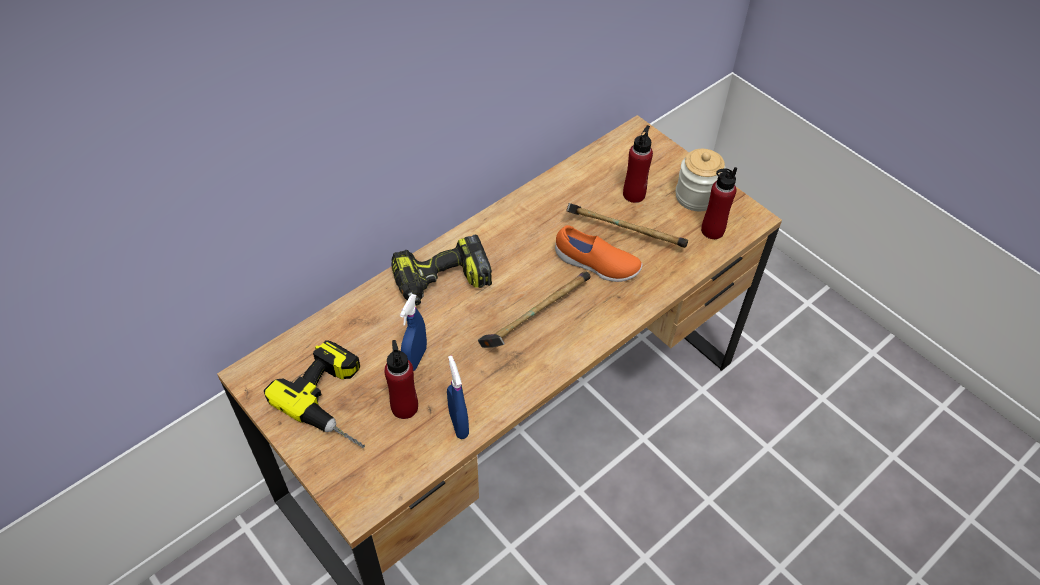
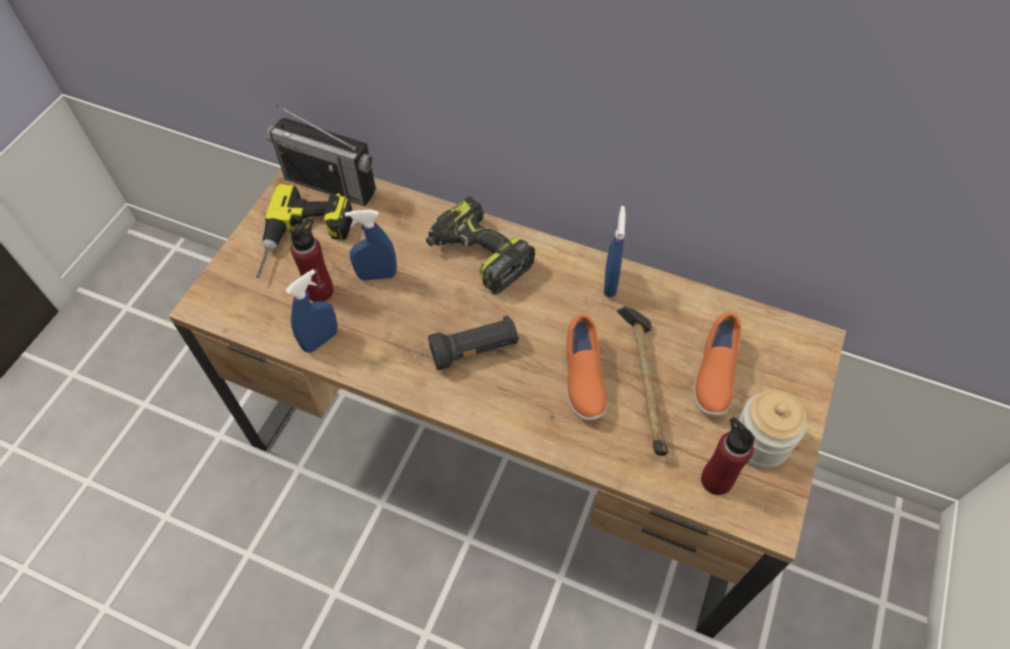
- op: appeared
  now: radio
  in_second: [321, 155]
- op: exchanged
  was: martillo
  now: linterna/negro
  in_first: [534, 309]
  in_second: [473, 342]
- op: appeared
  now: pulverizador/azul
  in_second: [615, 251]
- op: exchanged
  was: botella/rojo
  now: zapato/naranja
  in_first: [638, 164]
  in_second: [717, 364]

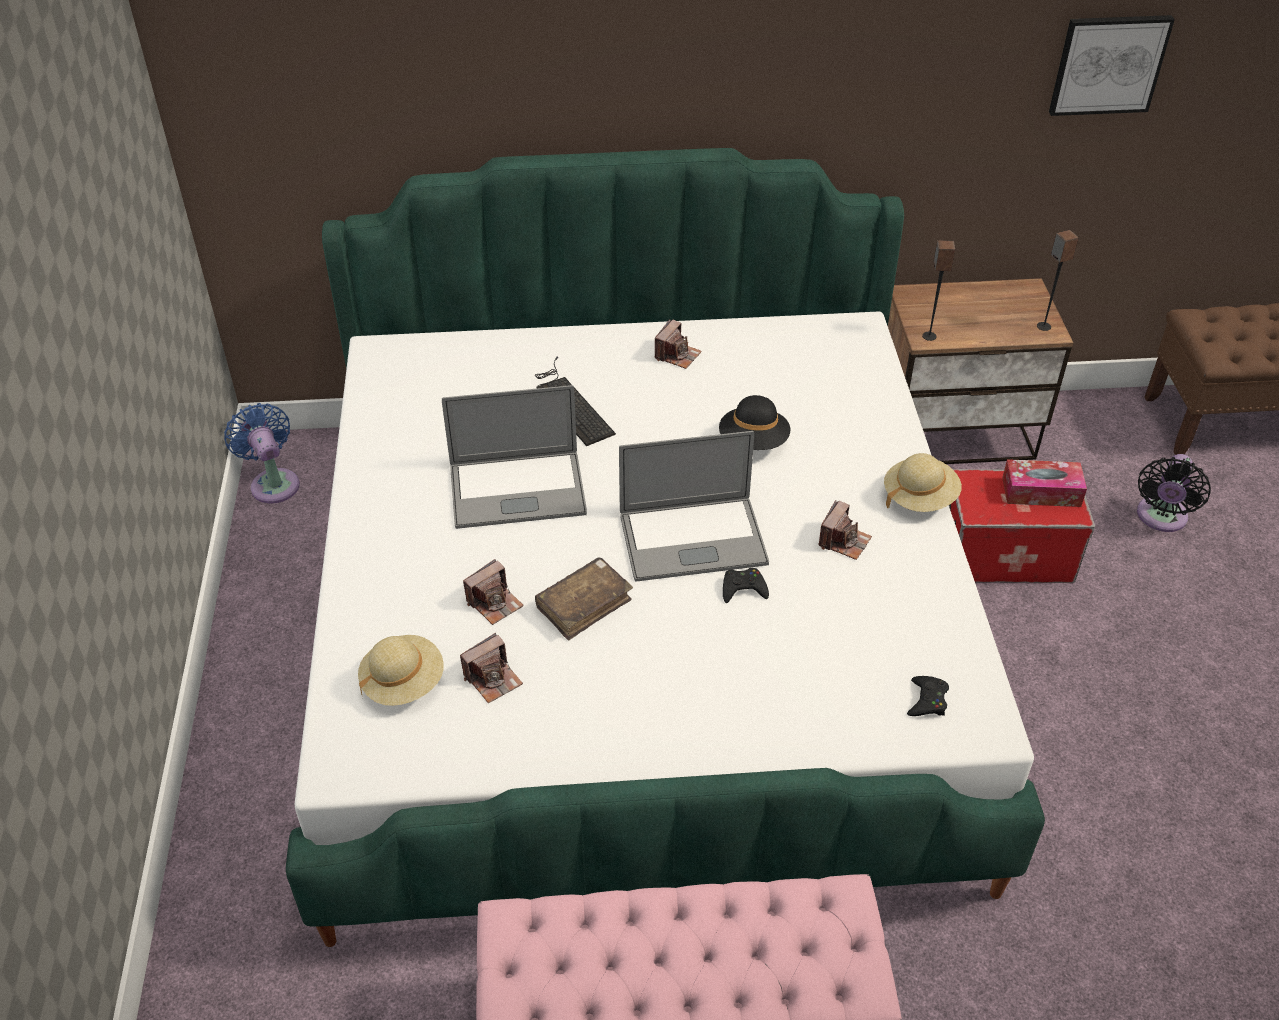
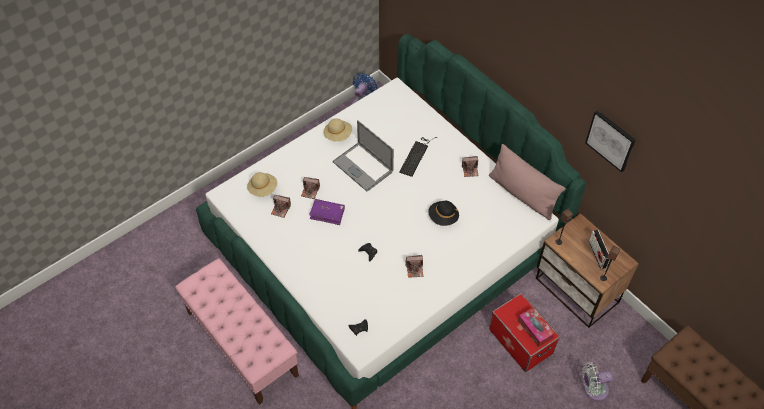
- op: colour
  was: libro/marrón
  now: libro/morado
  in_first: [584, 598]
  in_second: [327, 212]
- op: relocated
  was: sombrero/beis
  in_first: [923, 482]
  in_second: [338, 130]
- op: appeared
  now: cojín/rosa
  in_second: [527, 182]
- op: colour
  was: ventilador/negro
  now: ventilador/blanco
  in_first: [1174, 493]
  in_second: [597, 381]
- op: relocated
  was: cuadro
  in_first: [1112, 65]
  in_second: [610, 141]
- op: appeared
  now: radio
  in_second: [599, 249]
- op: missing
  was: portátil
  in_first: [694, 506]

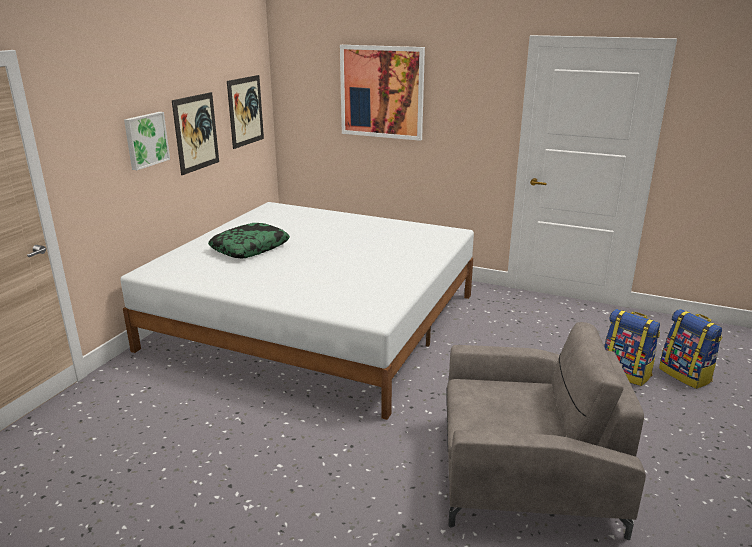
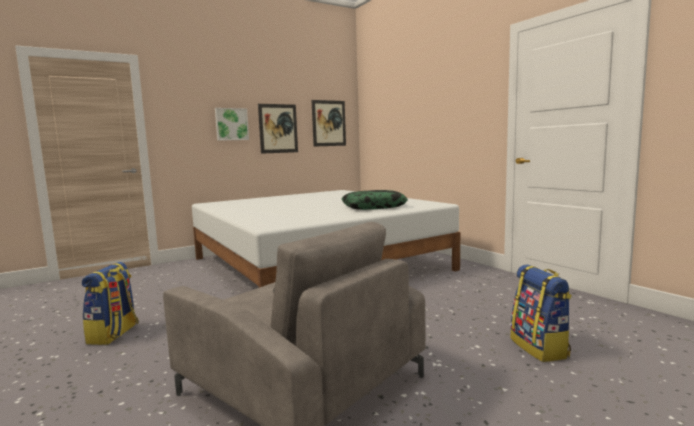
- op: relocated
  was: mochila
  in_first: [690, 349]
  in_second: [110, 303]
- op: relocated
  was: cojín
  in_first: [249, 241]
  in_second: [375, 200]
- op: missing
  was: cuadro
  in_first: [382, 93]

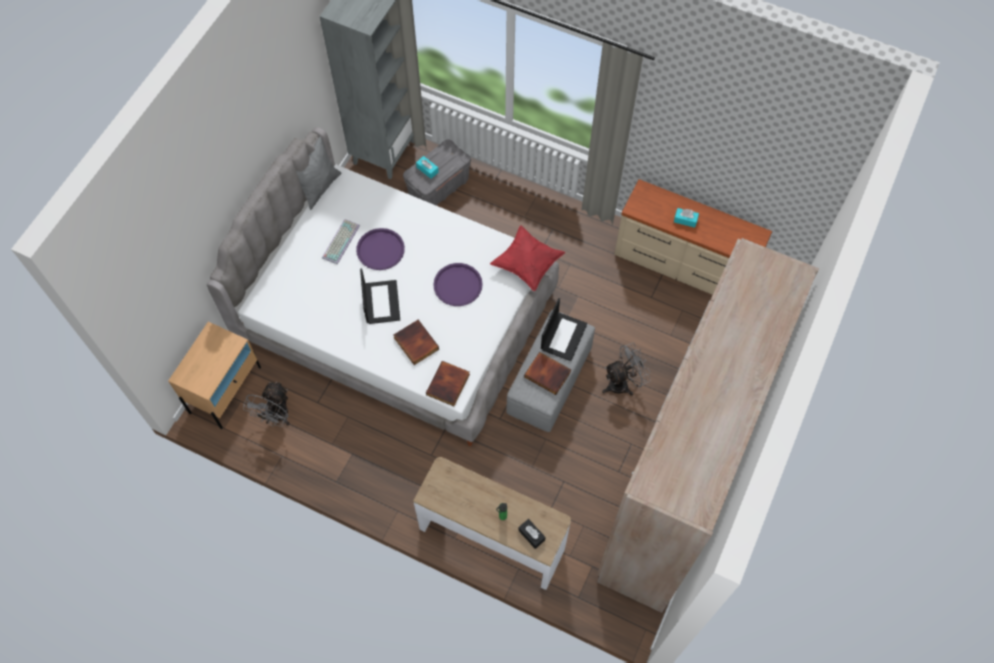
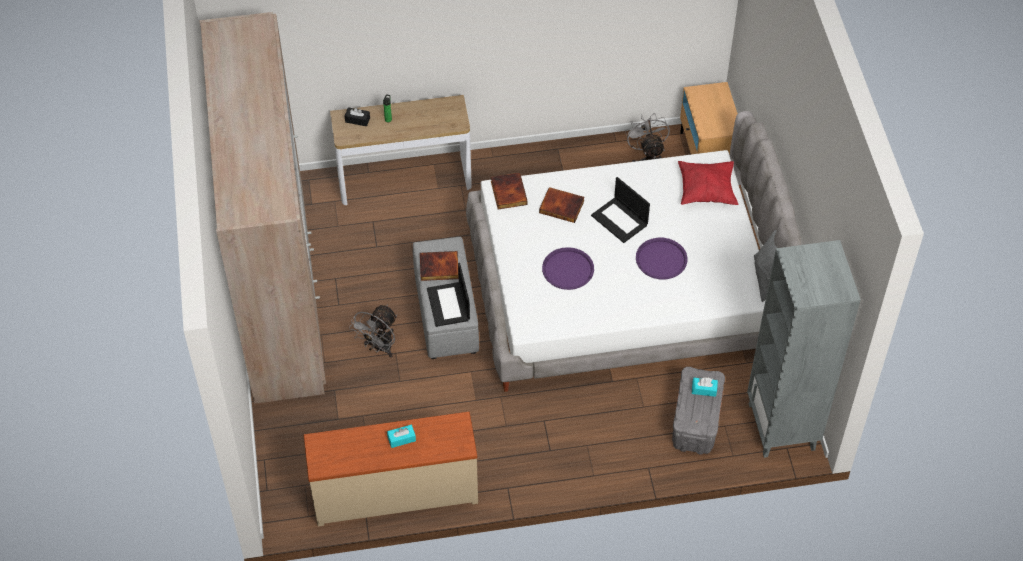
- op: relocated
  was: cojín/rojo
  in_first: [527, 258]
  in_second: [708, 183]
- op: missing
  was: teclado
  in_first: [341, 241]

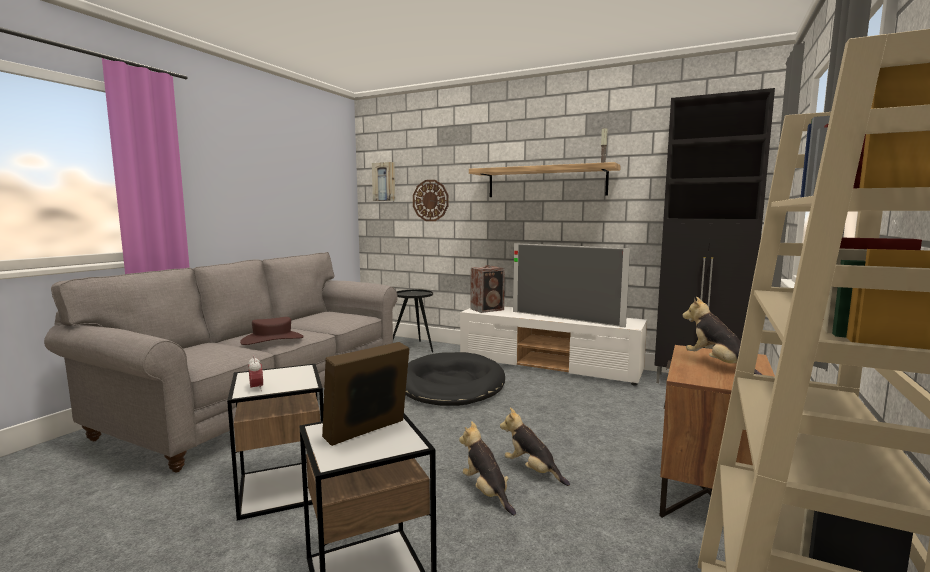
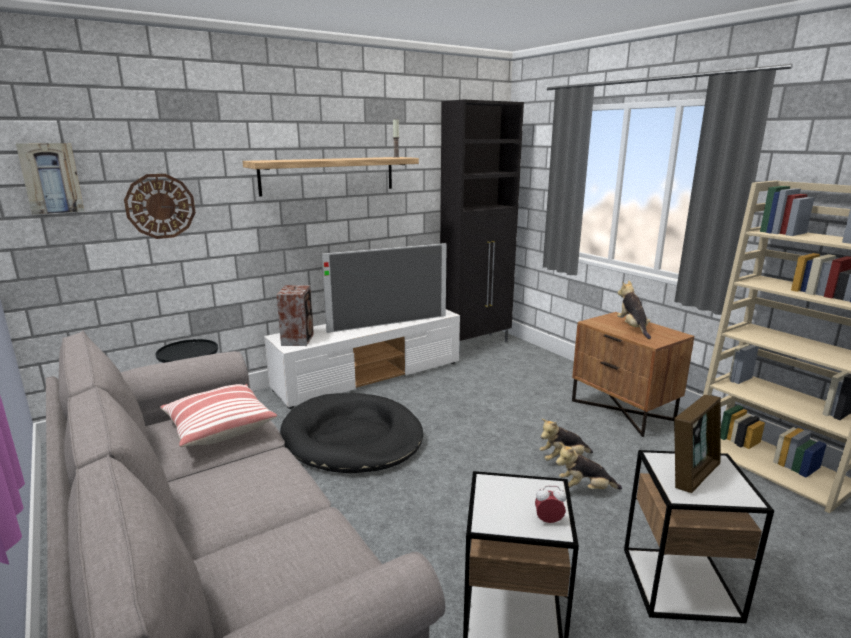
- op: appeared
  now: cojín
  in_second: [218, 415]
- op: spun
  was: peluche
  in_first: [722, 336]
  in_second: [634, 309]
  clockwise: 75
- op: spun
  was: portarretratos
  in_first: [365, 394]
  in_second: [697, 444]
  clockwise: -120
- op: missing
  was: sombrero/marrón
  in_first: [272, 331]

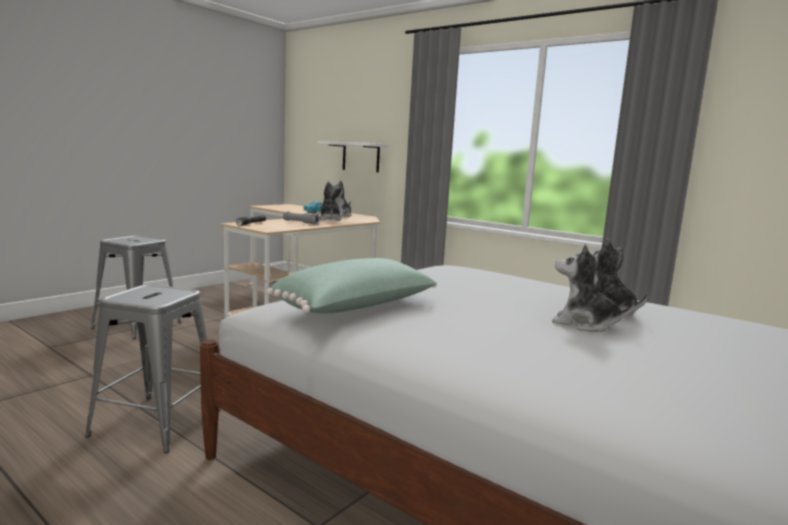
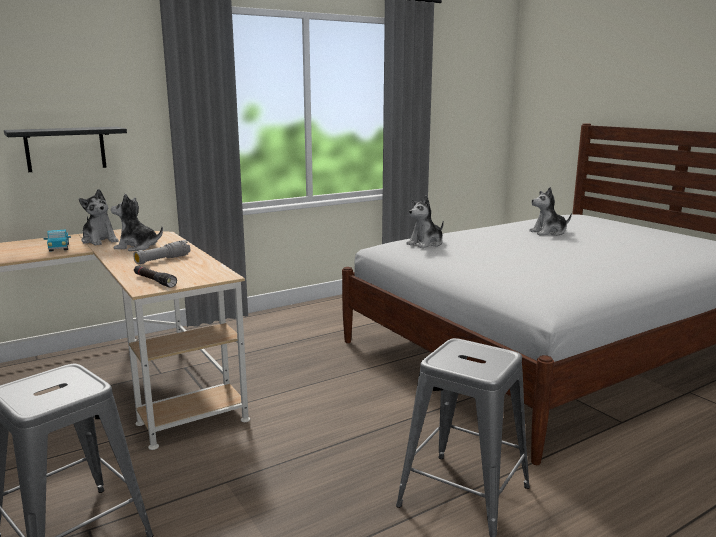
- op: colour
  was: estante/blanco
  now: estante/negro
  in_first: [353, 156]
  in_second: [65, 149]
- op: relocated
  was: peluche
  in_first: [593, 288]
  in_second: [425, 222]
- op: missing
  was: cojín/verde
  in_first: [351, 286]

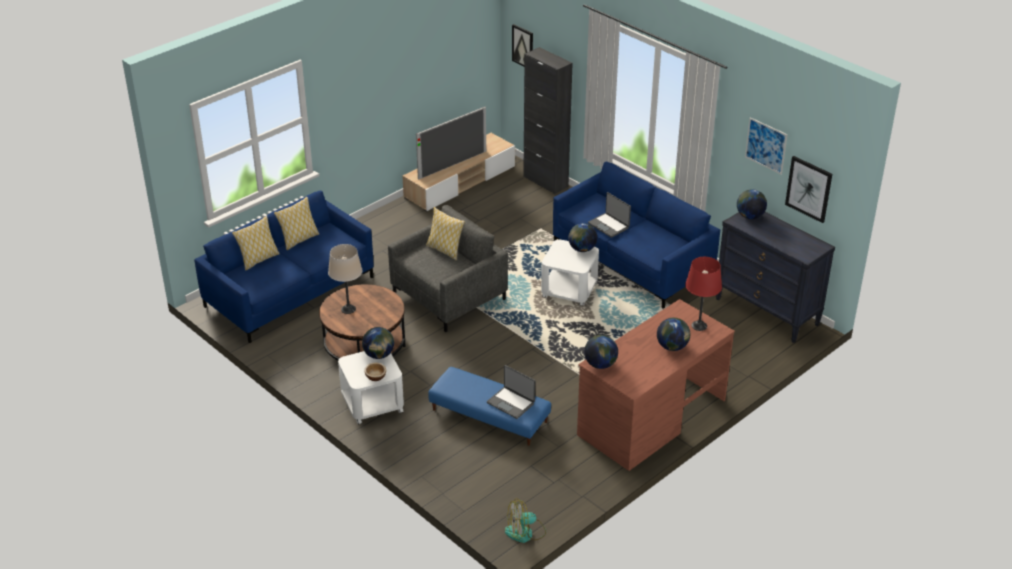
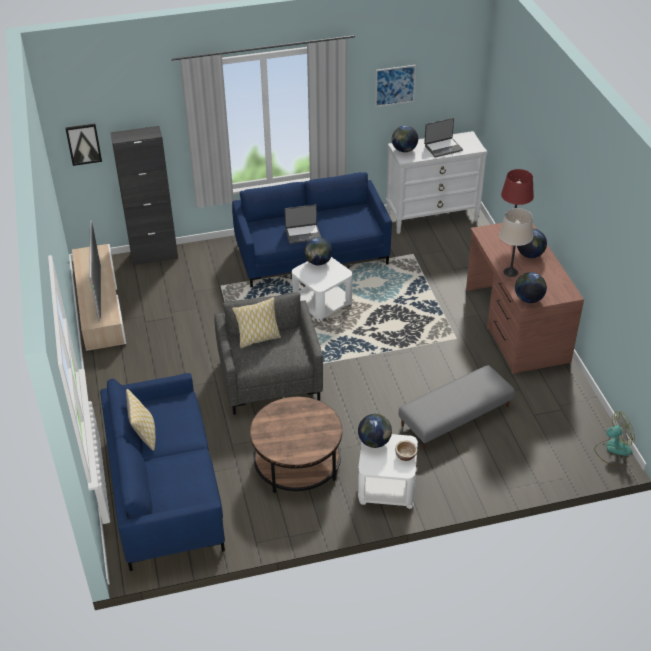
- op: colour
  was: cómoda/negro
  now: cómoda/blanco
  in_first: [775, 277]
  in_second: [436, 182]
- op: colour
  was: puf/azul
  now: puf/gris
  in_first: [489, 406]
  in_second: [457, 407]
- op: relocated
  was: portátil
  in_first: [511, 392]
  in_second: [443, 137]
- op: relocated
  was: lámpara de mesa/beis
  in_first: [345, 279]
  in_second: [516, 242]
- op: spun
  was: ventilador
  in_first: [525, 521]
  in_second: [614, 438]
  clockwise: -120
- op: missing
  was: cojín
  in_first: [256, 243]
- op: missing
  was: cuadro
  in_first: [808, 189]

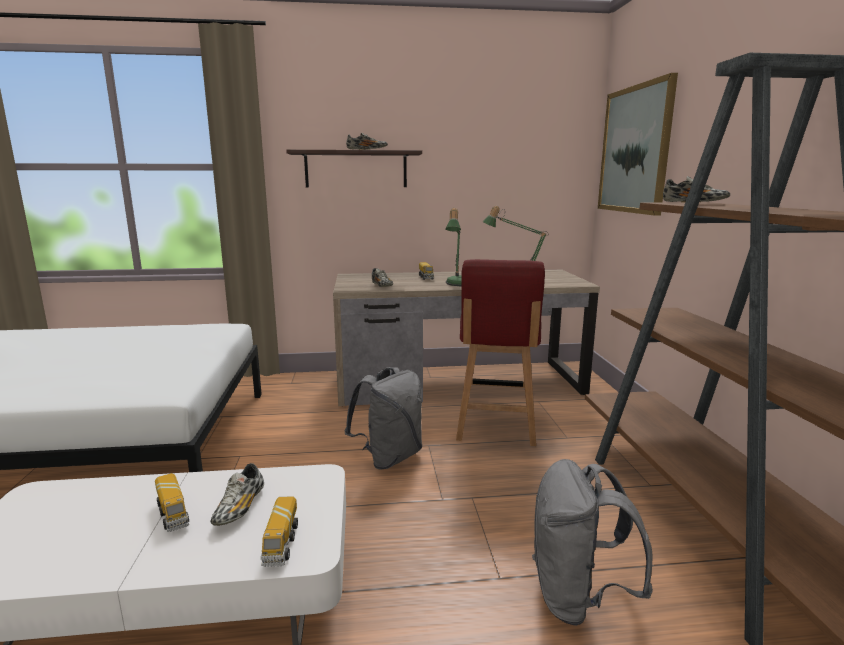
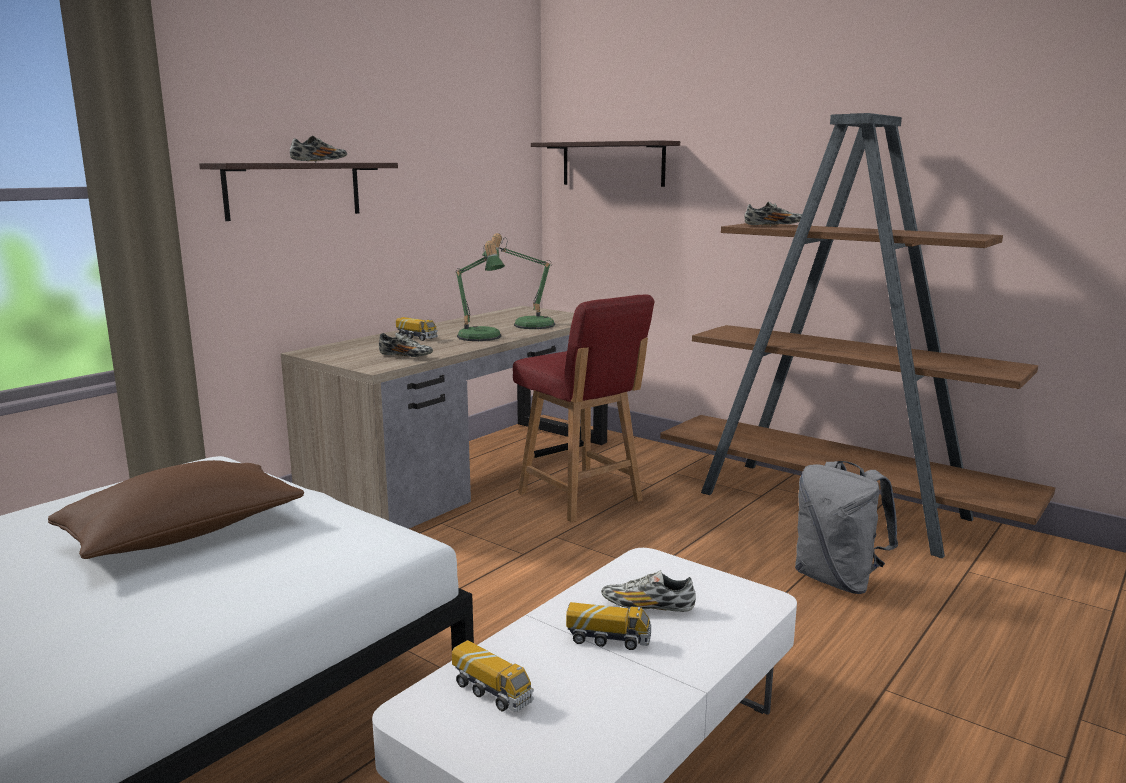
- op: appeared
  now: cojín/marrón
  in_second: [176, 509]
- op: relocated
  was: camión de juguete
  in_first: [279, 531]
  in_second: [493, 676]
- op: exchanged
  was: cuadro
  now: estante
  in_first: [638, 144]
  in_second: [605, 163]
- op: spun
  was: zapato
  in_first: [237, 494]
  in_second: [648, 591]
  clockwise: 135
- op: missing
  was: mochila/gris
  in_first: [383, 418]

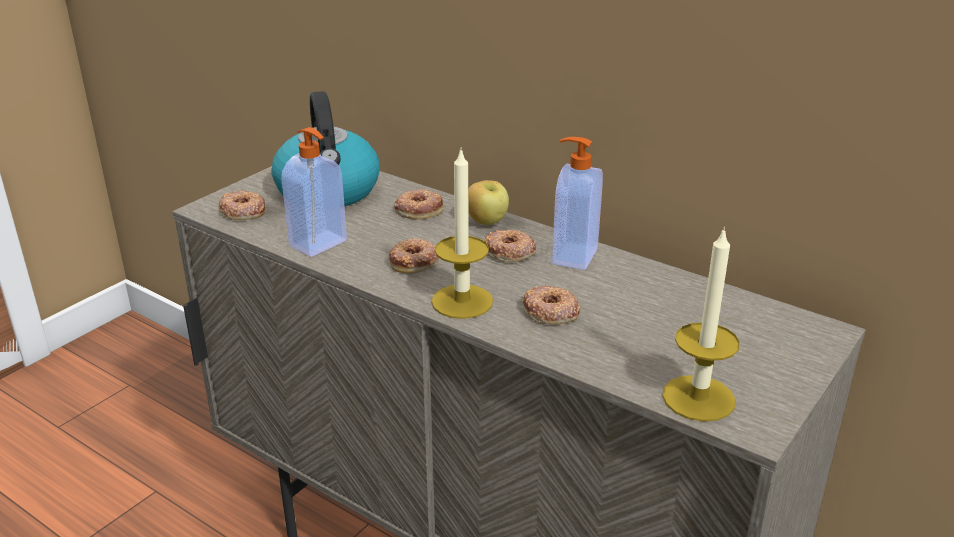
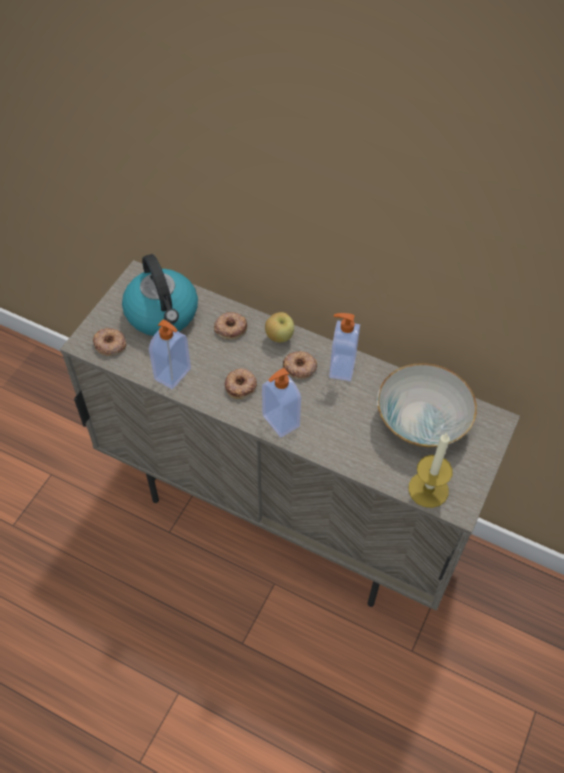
- op: exchanged
  was: vela
  now: dispensador de jabón
  in_first: [462, 233]
  in_second: [281, 403]
- op: appeared
  now: cuenco
  in_second: [427, 405]
- op: missing
  was: rosquilla
  in_first: [551, 305]

